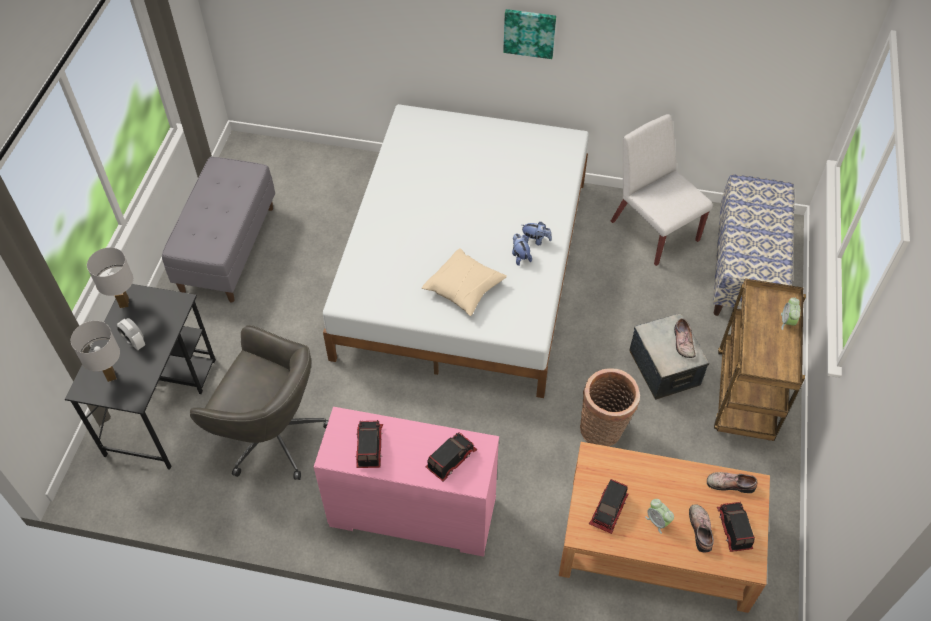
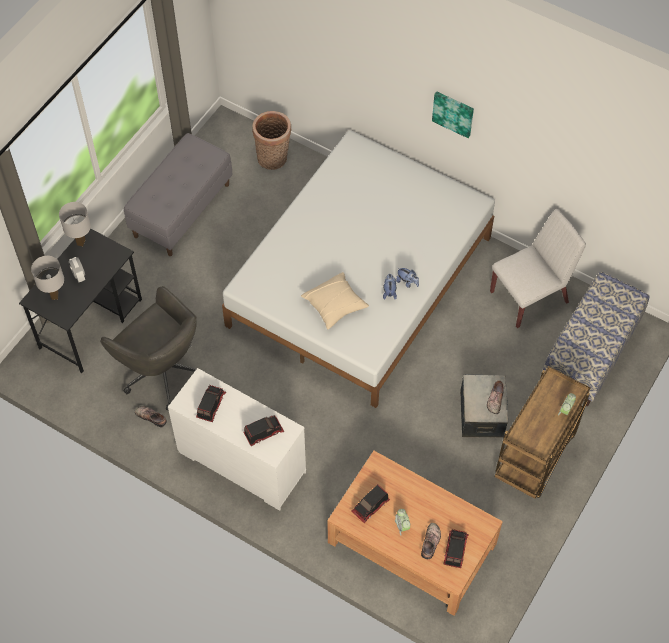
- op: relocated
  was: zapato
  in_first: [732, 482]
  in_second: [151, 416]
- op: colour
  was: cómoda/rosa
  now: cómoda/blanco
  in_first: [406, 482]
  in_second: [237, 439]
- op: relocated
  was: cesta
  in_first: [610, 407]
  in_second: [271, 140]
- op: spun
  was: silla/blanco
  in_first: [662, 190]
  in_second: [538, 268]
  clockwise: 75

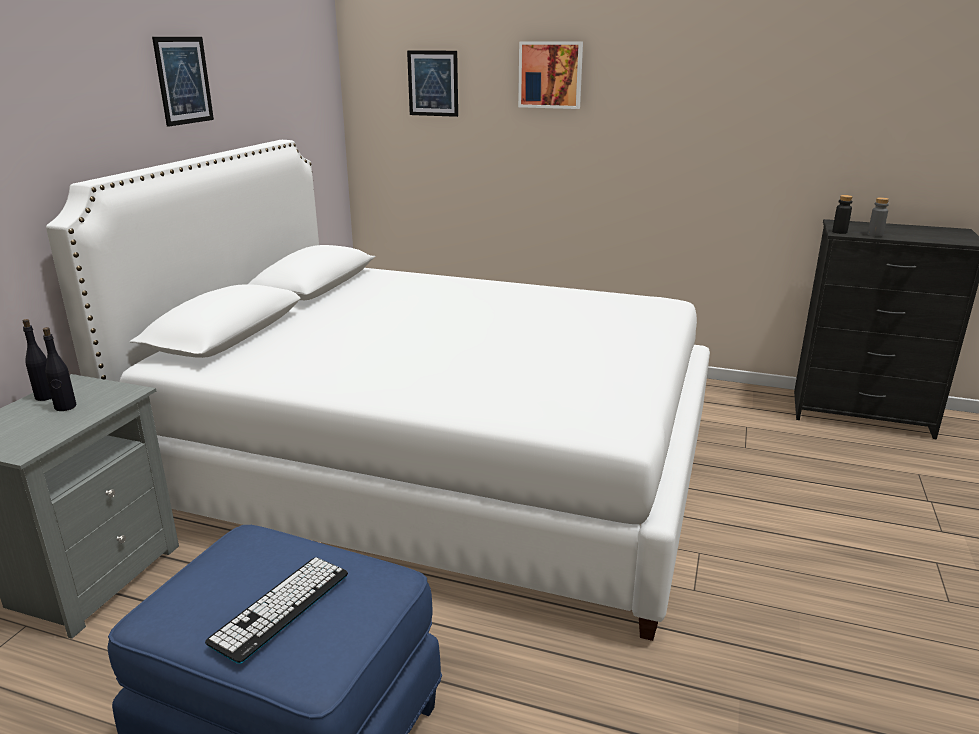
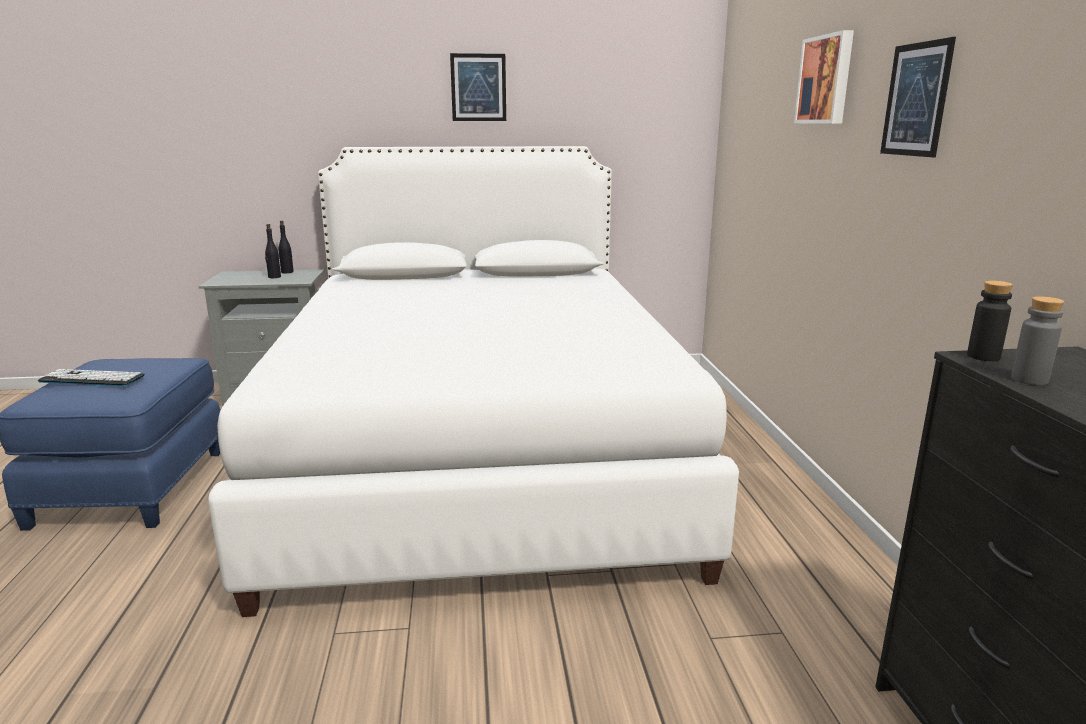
- op: relocated
  was: cuadro
  in_first: [432, 83]
  in_second: [918, 97]

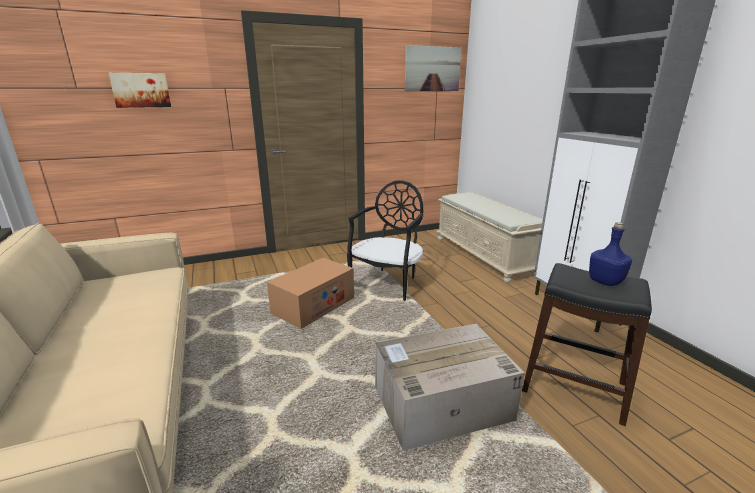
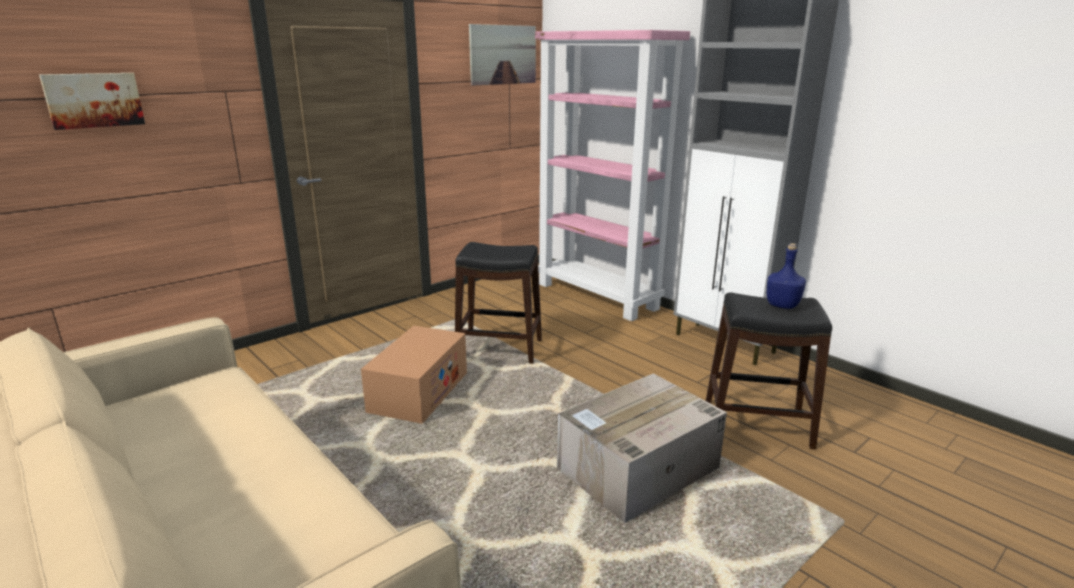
- op: exchanged
  was: silla/negro
  now: taburete/negro
  in_first: [385, 240]
  in_second: [498, 303]
- op: exchanged
  was: banco/beis
  now: estantería/rosa
  in_first: [489, 237]
  in_second: [612, 175]

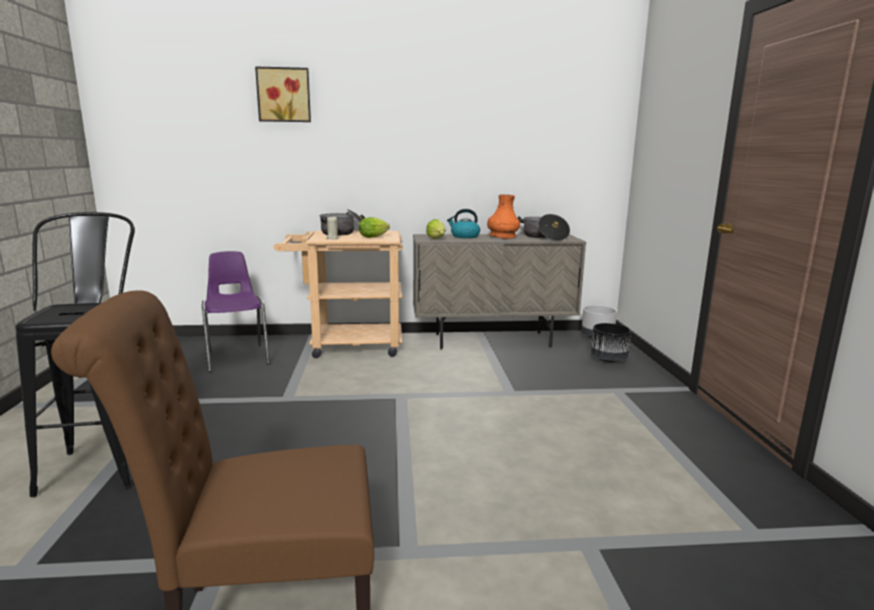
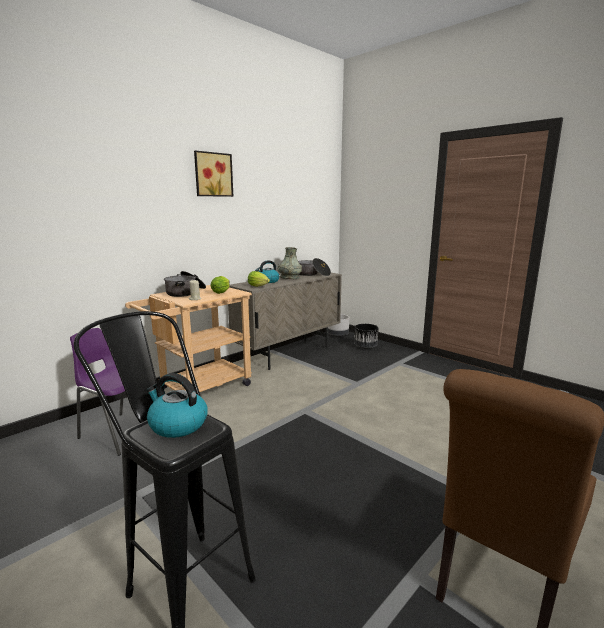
- op: appeared
  now: hervidor
  in_second: [177, 405]
- op: relocated
  was: cuadro
  in_first: [283, 94]
  in_second: [213, 173]
- op: colour
  was: florero/naranja
  now: florero/gris
  in_first: [503, 216]
  in_second: [290, 263]

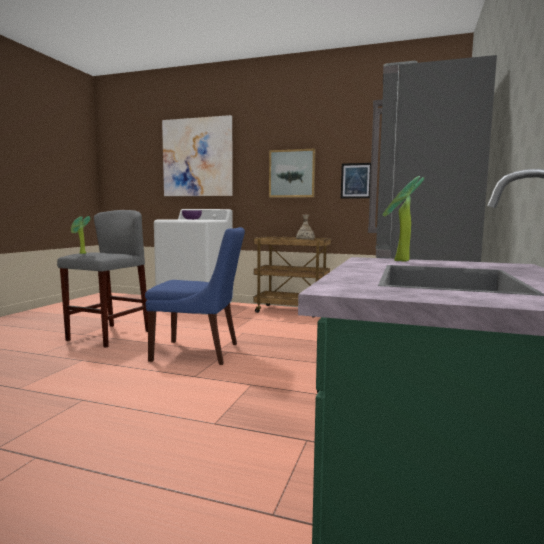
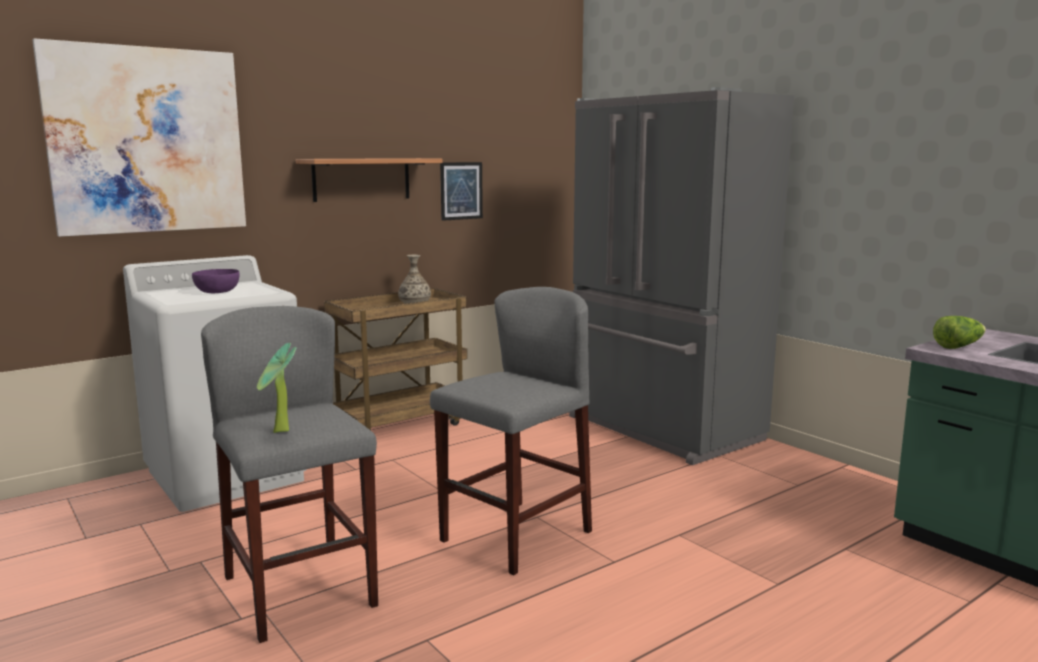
- op: exchanged
  was: cuadro
  now: estante
  in_first: [292, 173]
  in_second: [369, 180]
- op: exchanged
  was: silla/azul
  now: taburete/gris
  in_first: [195, 296]
  in_second: [511, 431]
- op: exchanged
  was: planta en maceta
  now: lechuga
  in_first: [404, 219]
  in_second: [959, 332]

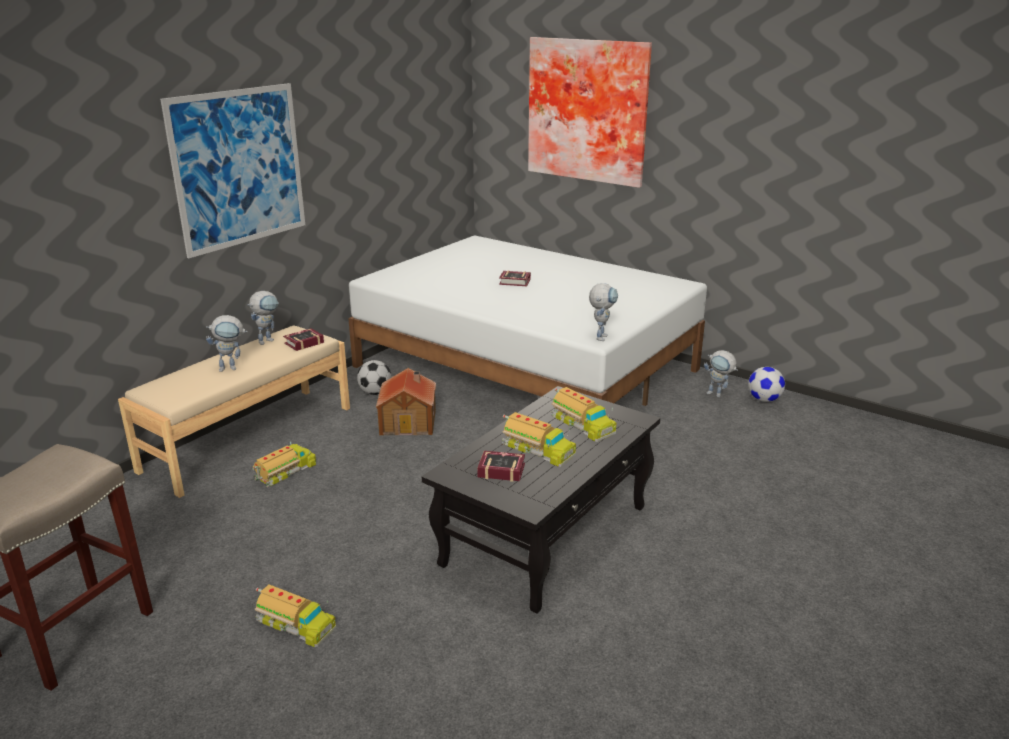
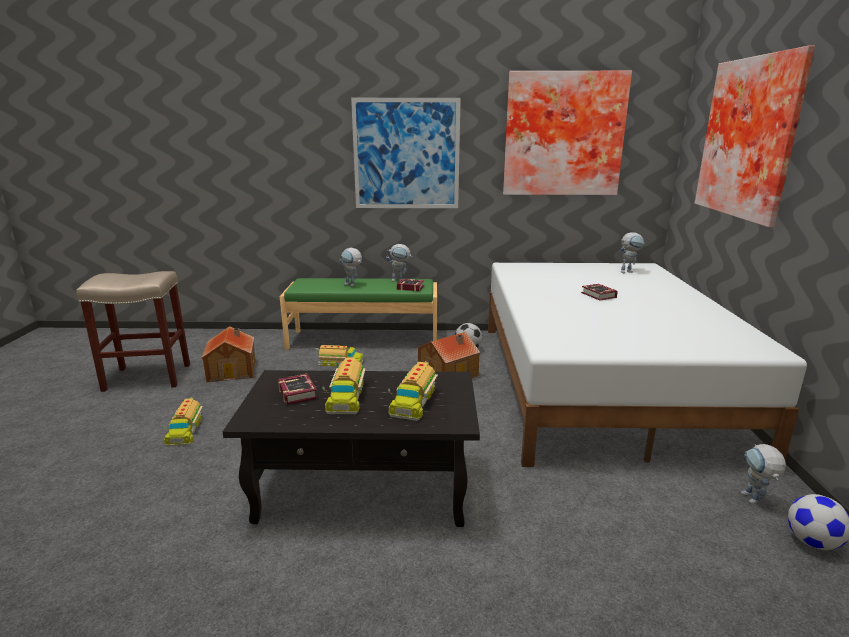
- op: appeared
  now: casita
  in_second: [228, 354]
- op: colour
  was: banco/beis
  now: banco/verde
  in_first: [234, 411]
  in_second: [358, 314]
- op: appeared
  now: cuadro
  in_second: [567, 133]
- op: relocated
  was: robot de juguete
  in_first: [603, 312]
  in_second: [632, 252]

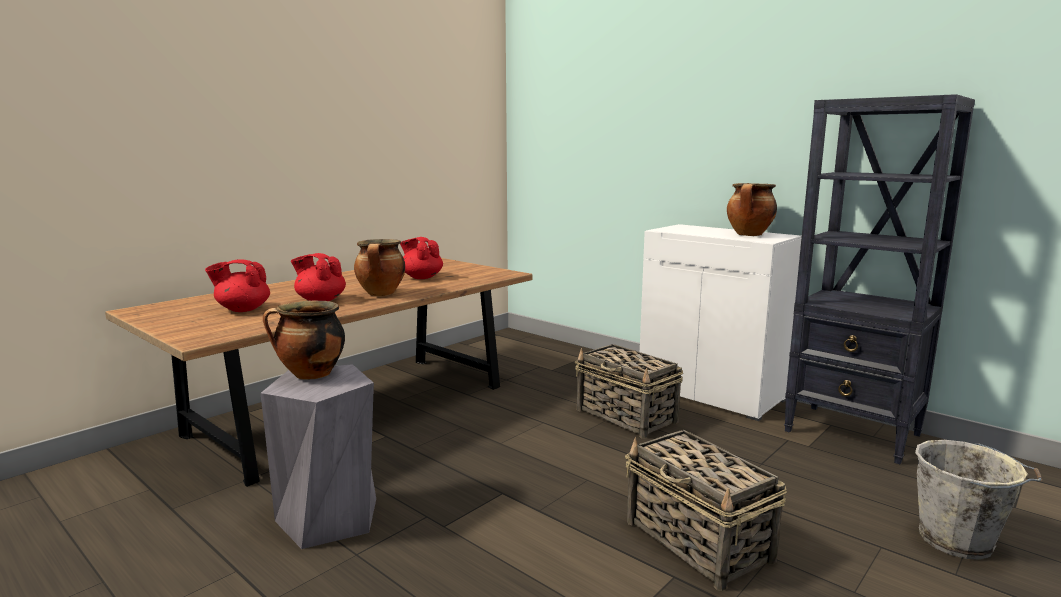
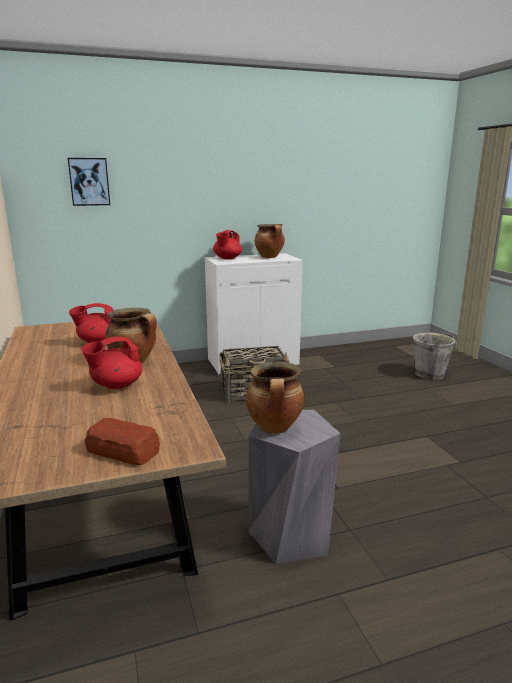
- op: appeared
  now: cuadro
  in_second: [89, 182]
- op: appeared
  now: pan
  in_second: [122, 441]
- op: relocated
  was: tetera/rojo
  in_first: [237, 286]
  in_second: [227, 244]
- op: missing
  was: cesta
  in_first: [706, 510]
- op: missing
  was: estantería/negro
  in_first: [879, 279]

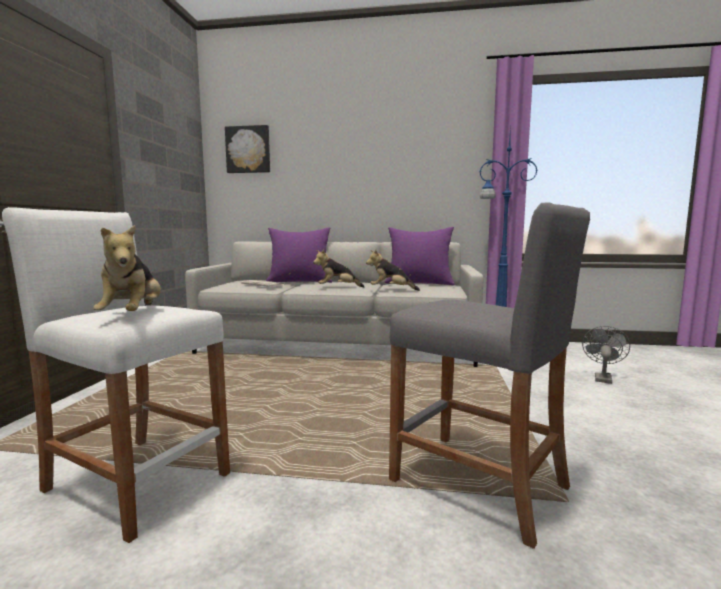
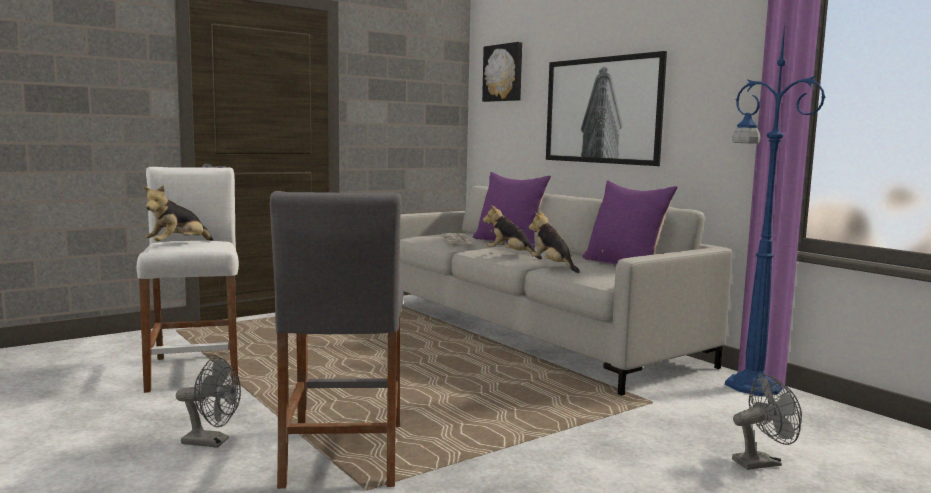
- op: appeared
  now: ventilador/gris
  in_second: [208, 402]
- op: appeared
  now: cuadro
  in_second: [606, 108]

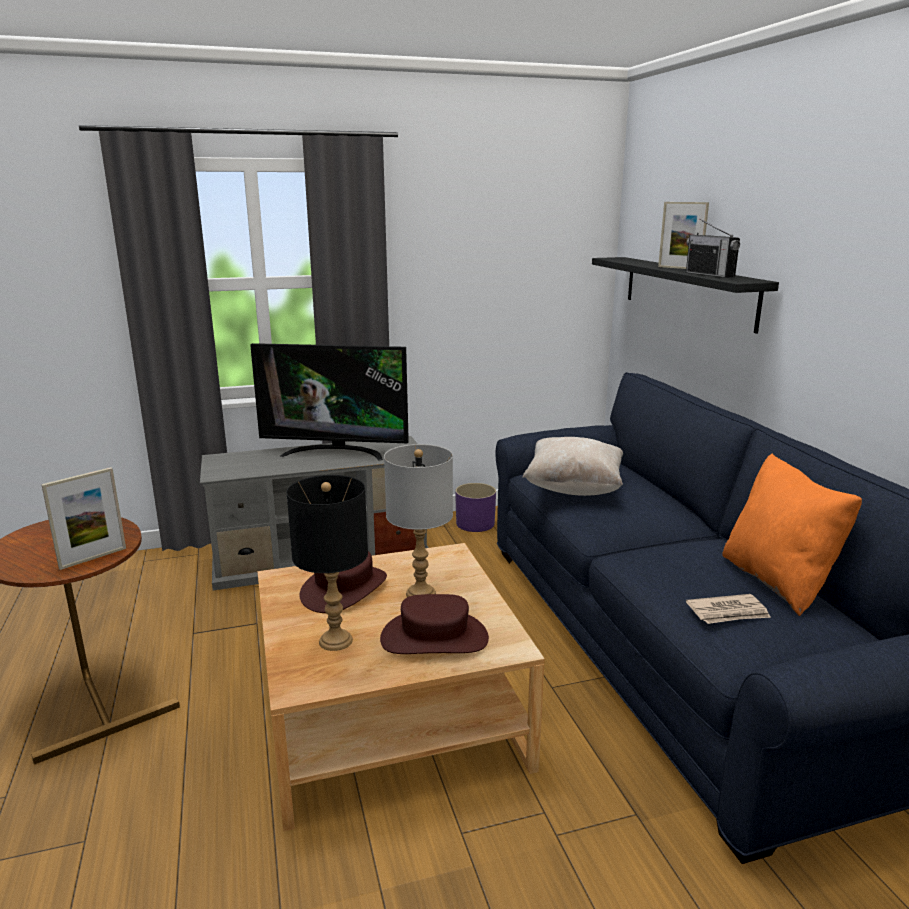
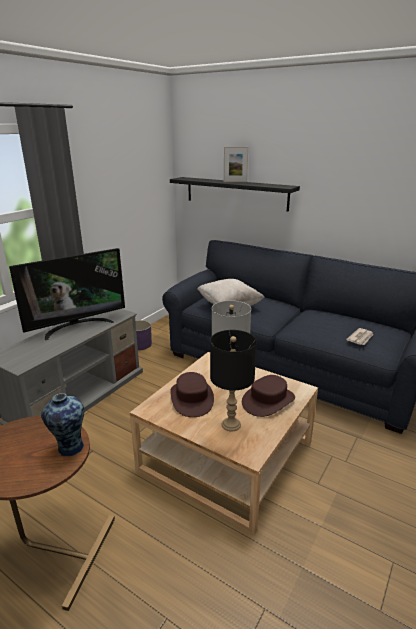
- op: exchanged
  was: portarretratos
  now: florero
  in_first: [83, 518]
  in_second: [62, 424]
- op: missing
  was: radio
  in_first: [713, 248]
- op: missing
  was: cojín/naranja
  in_first: [792, 535]

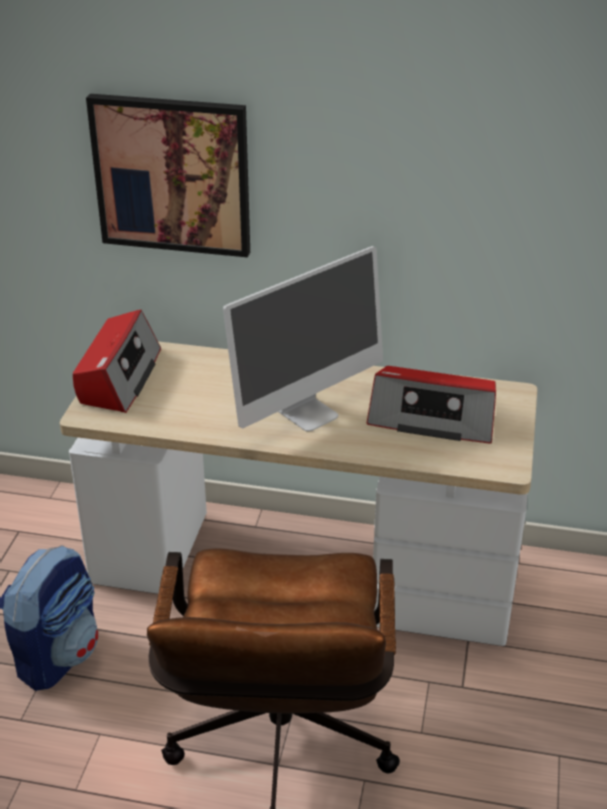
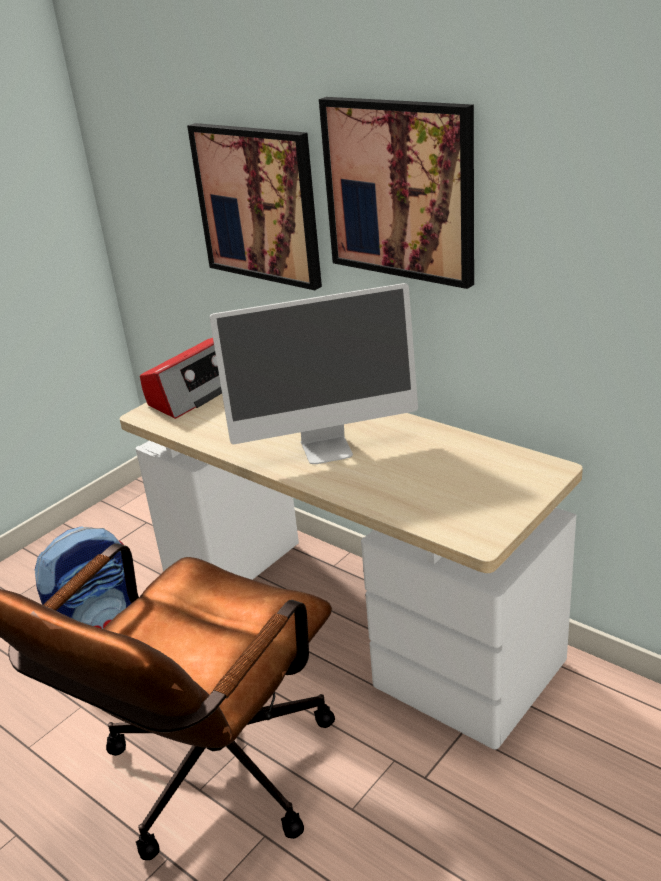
- op: appeared
  now: cuadro
  in_second: [396, 193]
- op: missing
  was: radio
  in_first: [431, 405]

